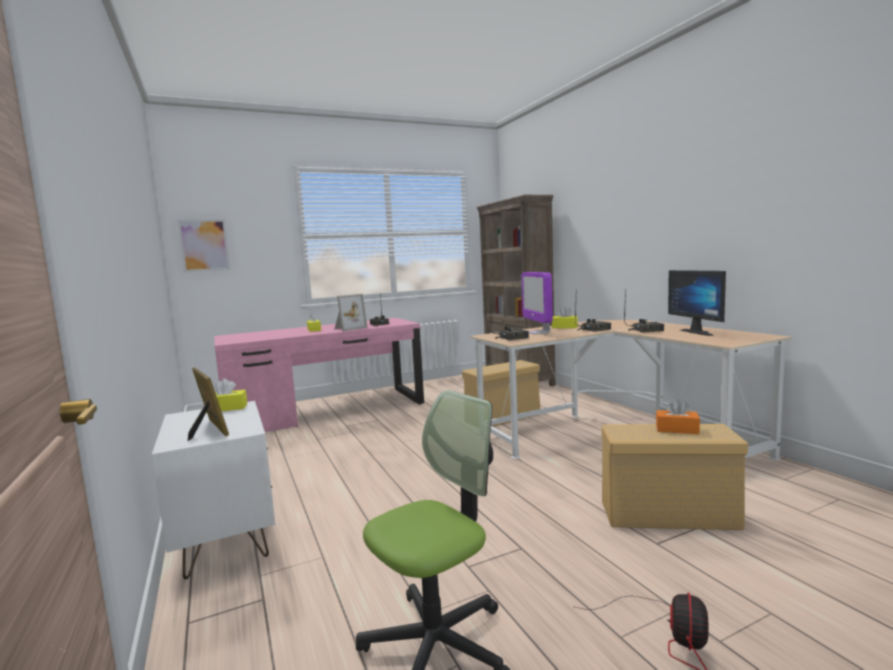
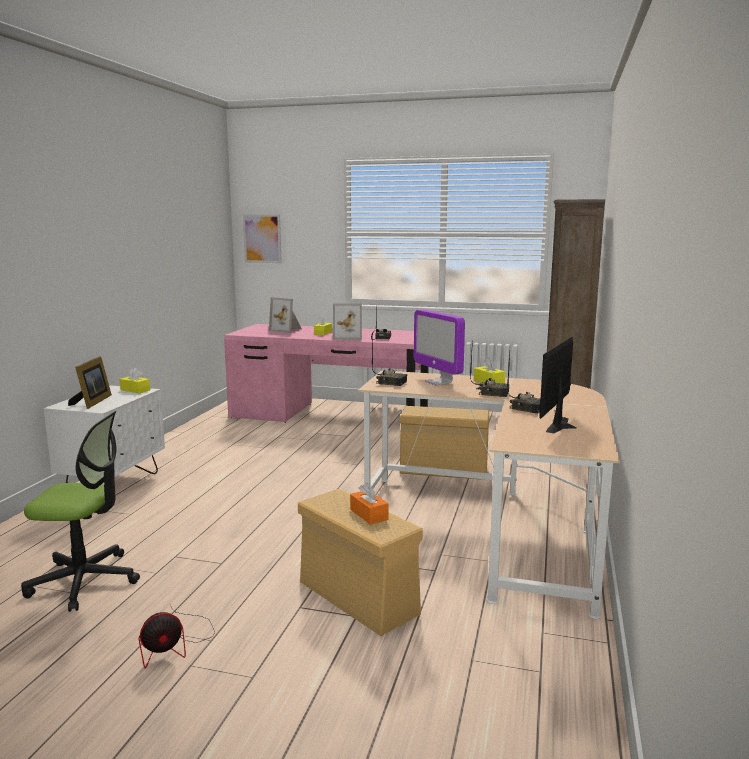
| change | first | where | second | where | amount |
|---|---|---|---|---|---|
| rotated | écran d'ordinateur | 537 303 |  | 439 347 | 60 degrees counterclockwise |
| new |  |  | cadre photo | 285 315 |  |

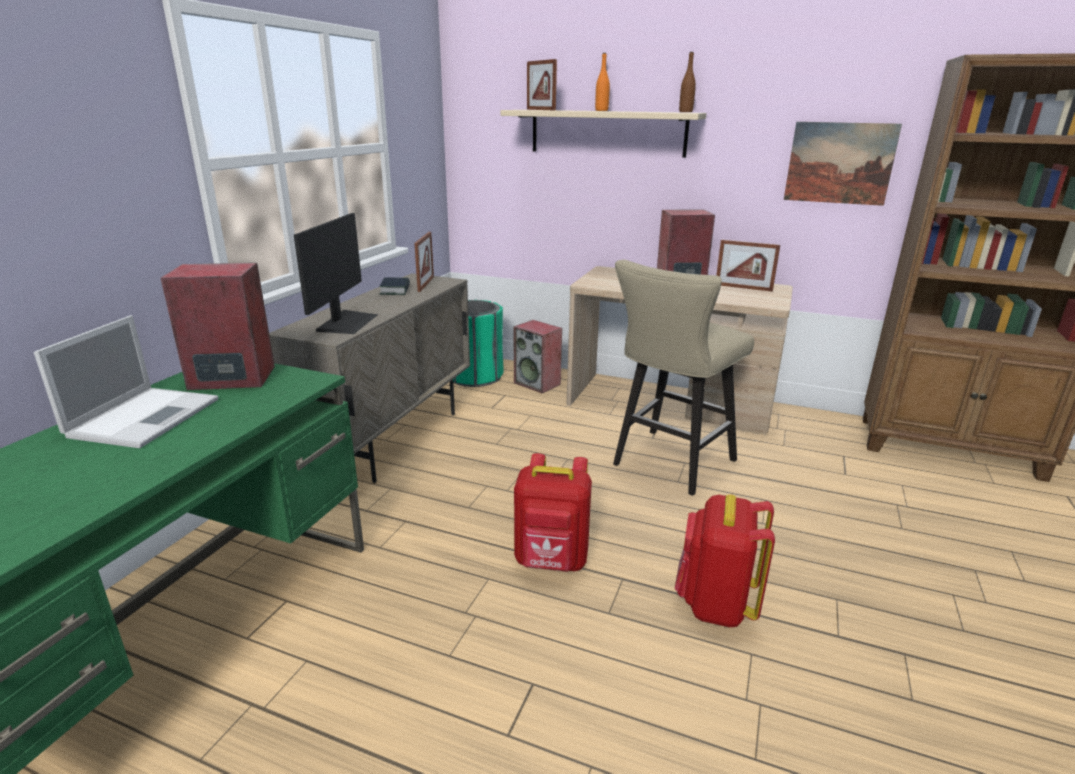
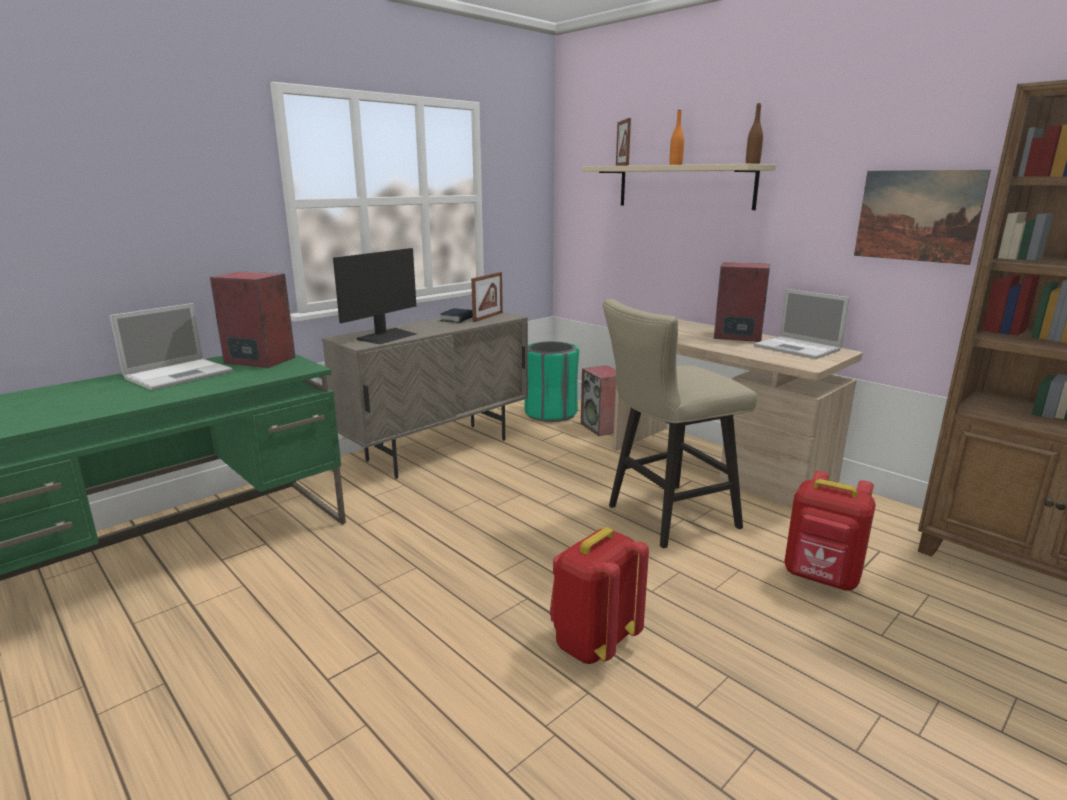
| change | first | where | second | where | amount |
|---|---|---|---|---|---|
| swapped | cadre photo | 748 265 | ordinateur portable | 802 324 |  |
| shifted | sac à dos/rouge | 553 512 |  | 830 530 |  |

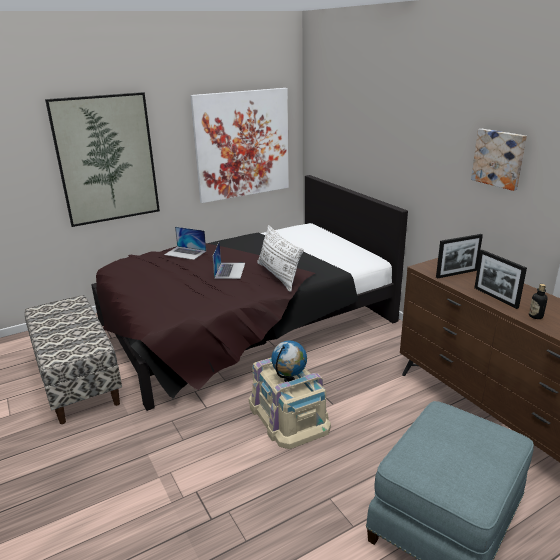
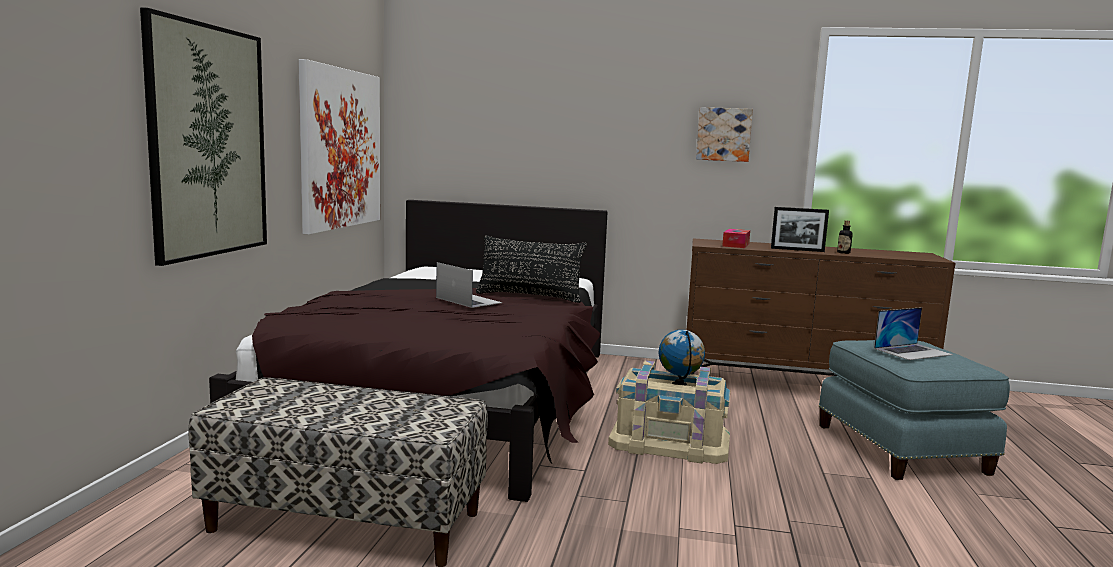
| change | first | where | second | where | amount |
|---|---|---|---|---|---|
| repainted | coussin/blanc | 280 258 | coussin/noir | 531 269 |  |
| shifted | ordinateur portable | 185 243 |  | 913 333 |  |
| swapped | cadre photo | 459 256 | boîte à mouchoirs | 736 238 |  |

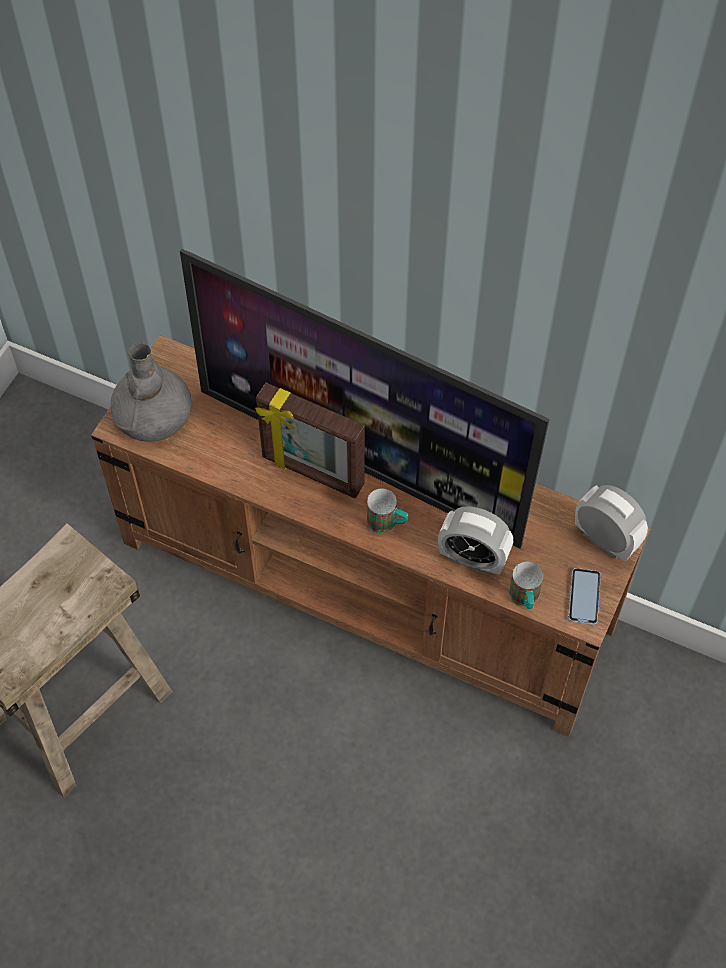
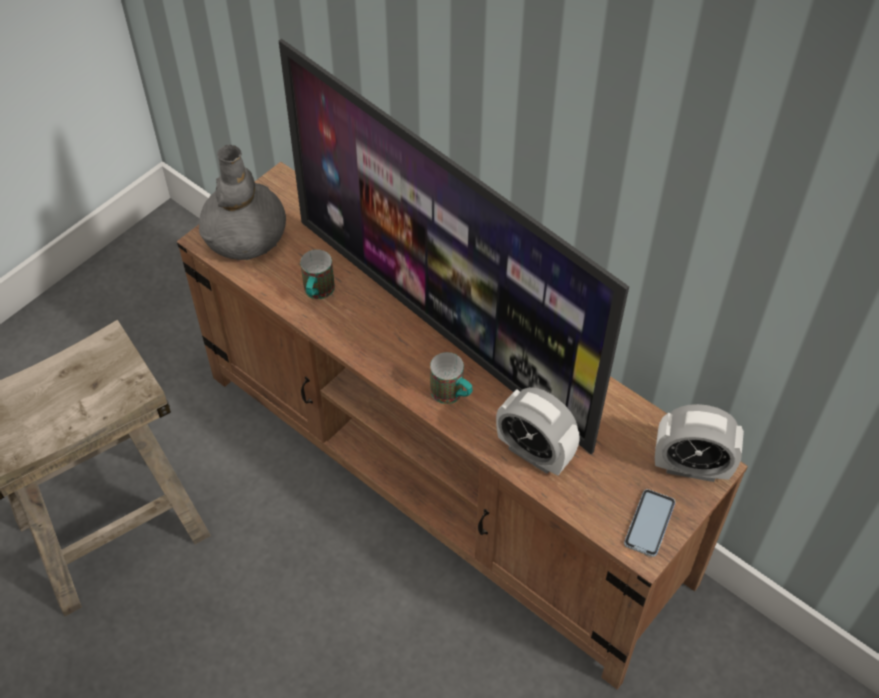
| change | first | where | second | where | amount |
|---|---|---|---|---|---|
| gone | cadre photo | 310 441 |  |  |  |
| rotated | réveil | 611 523 |  | 699 443 | 135 degrees clockwise |
| shifted | mug | 526 585 |  | 317 274 |  |

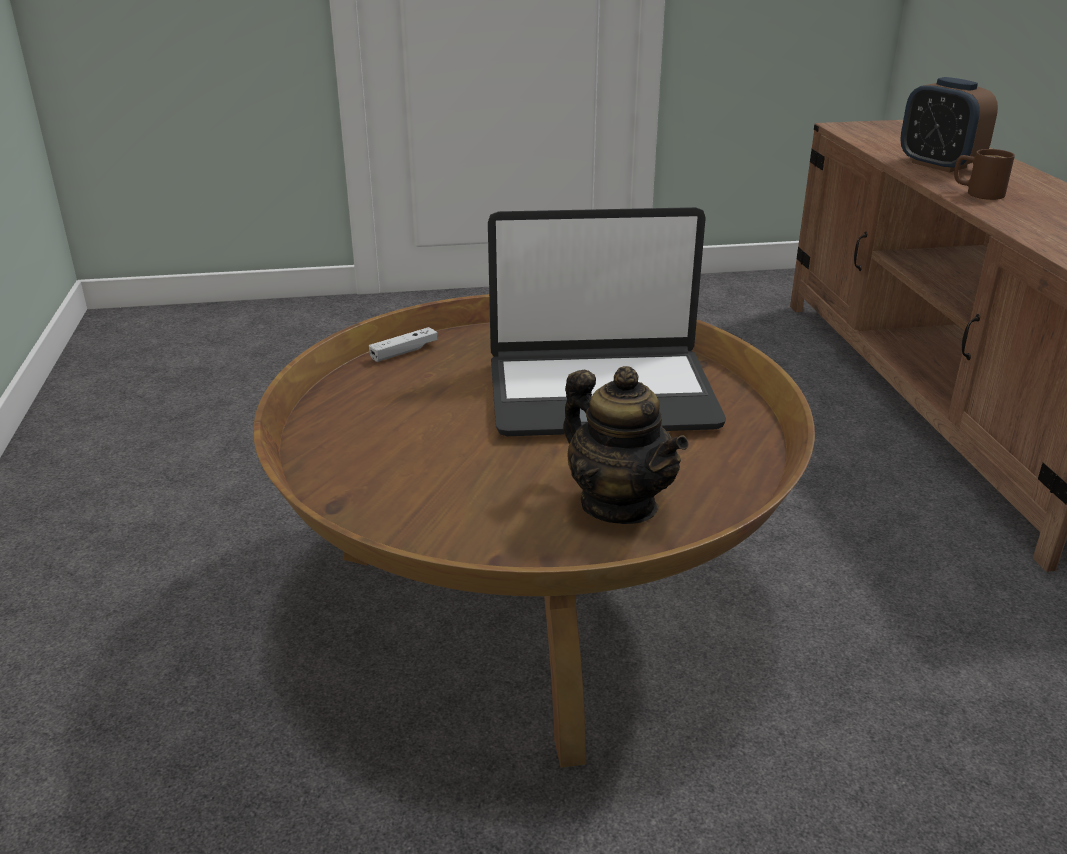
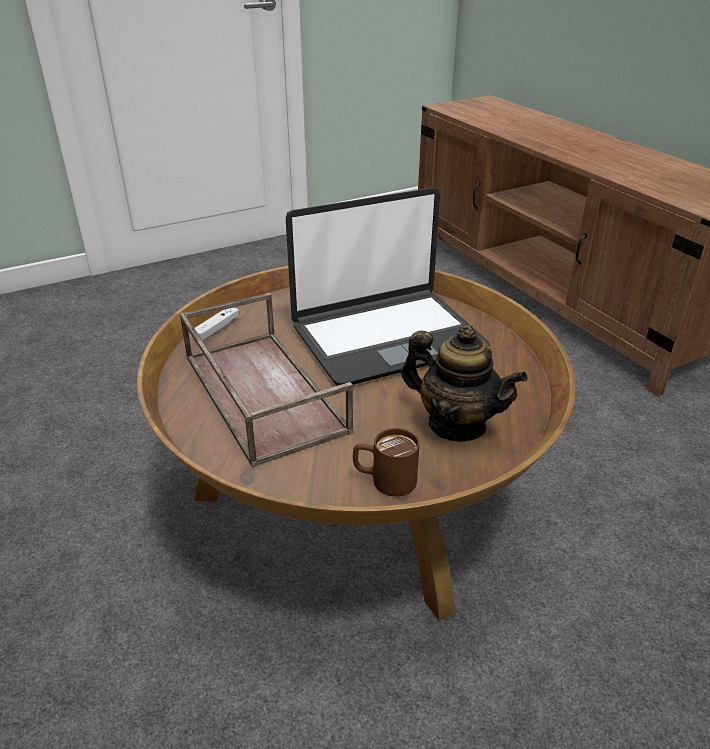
| change | first | where | second | where | amount |
|---|---|---|---|---|---|
| gone | réveil | 949 125 |  |  |  |
| shifted | mug/marron | 984 174 |  | 386 462 |  |
| new |  |  | plateau/marron | 266 380 |  |

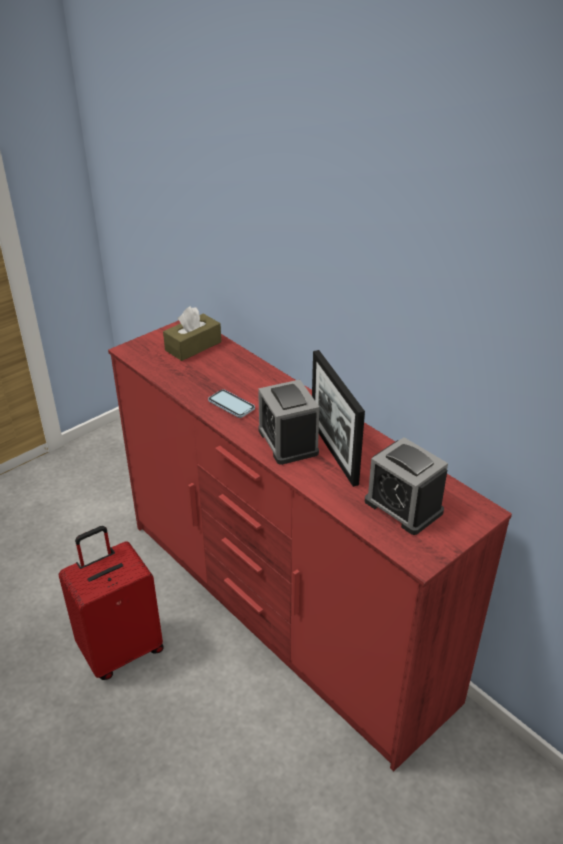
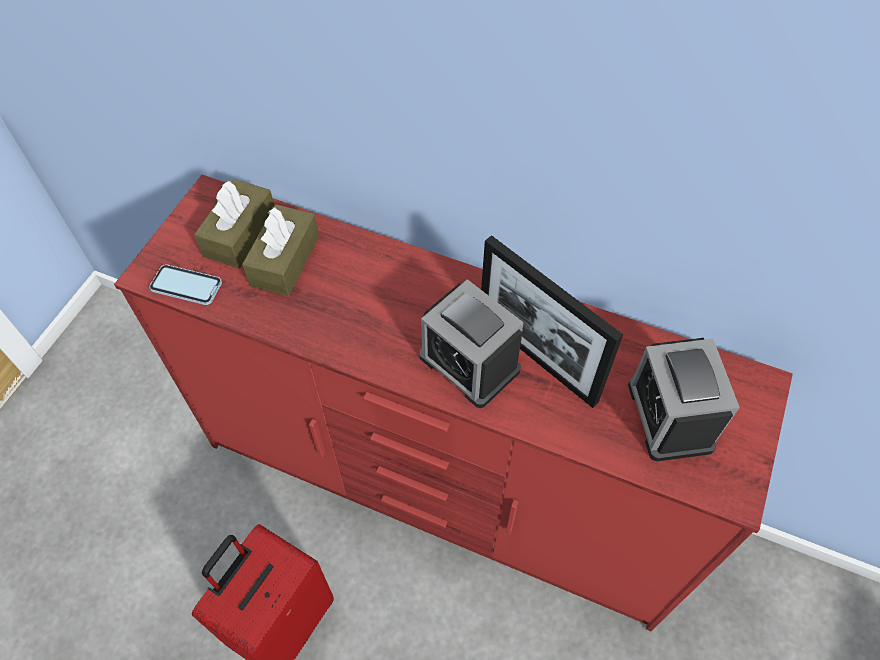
| change | first | where | second | where | amount |
|---|---|---|---|---|---|
| shifted | téléphone | 231 404 |  | 185 284 |  |
| rotated | réveil | 406 486 |  | 684 400 | 60 degrees clockwise |
| new |  |  | boîte à mouchoirs/marron | 280 250 |  |

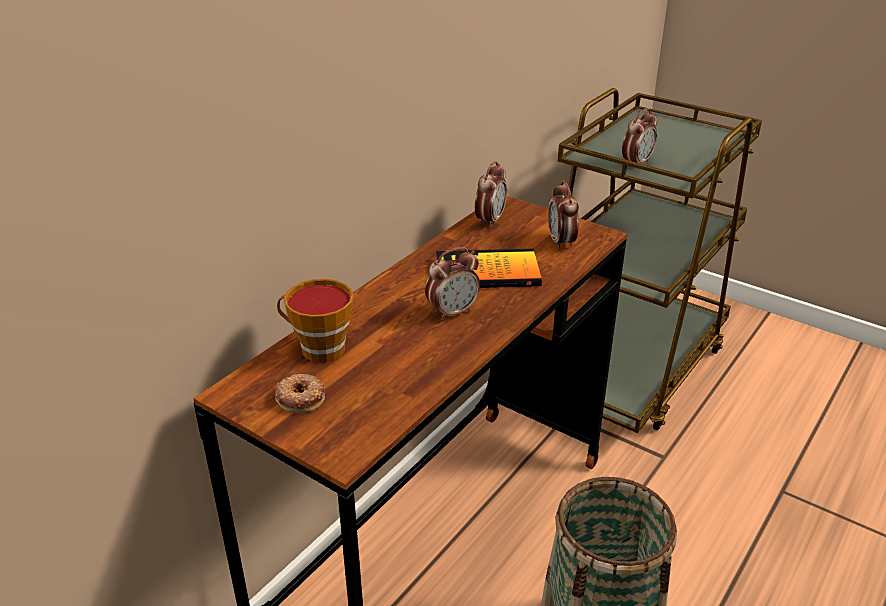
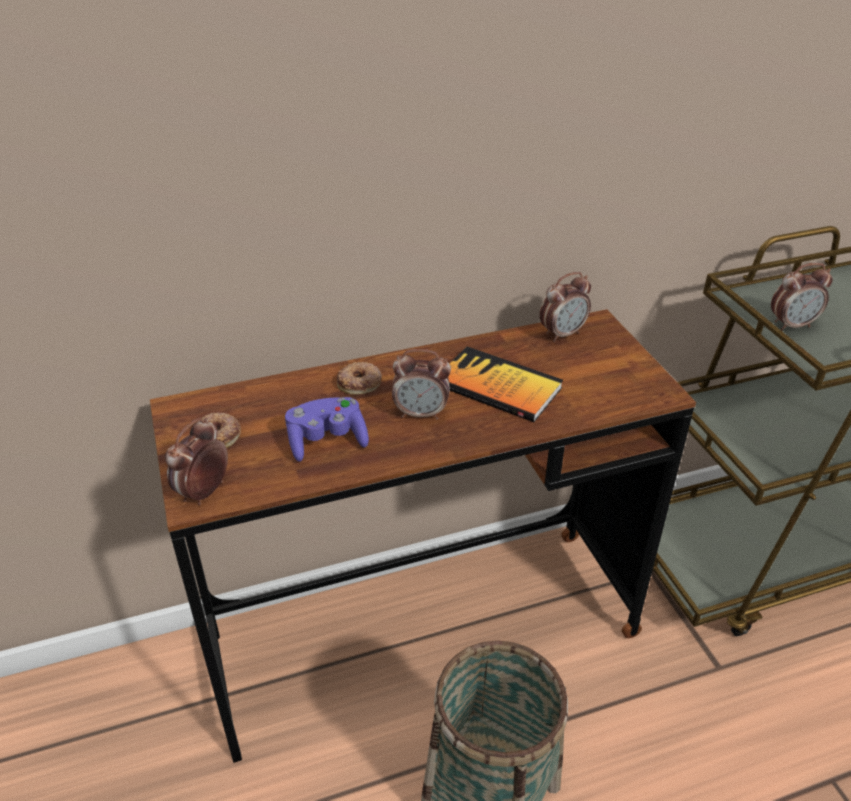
| change | first | where | second | where | amount |
|---|---|---|---|---|---|
| shifted | réveil | 563 215 |  | 196 461 |  |
| gone | tasse | 315 321 |  |  |  |
| new |  |  | beignet | 359 378 |  |
| new |  |  | manette/violet | 327 429 |  |

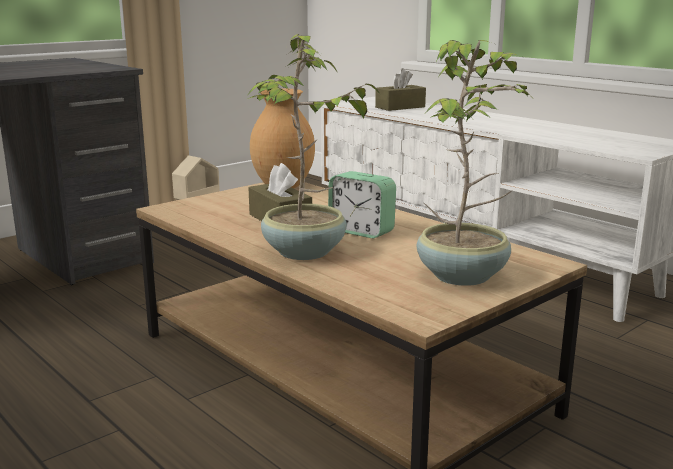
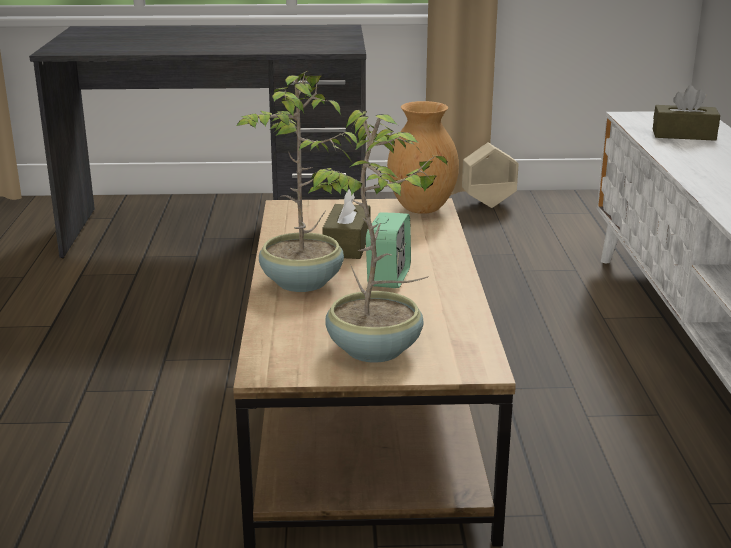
| change | first | where | second | where | amount |
|---|---|---|---|---|---|
| rotated | réveil | 362 205 |  | 388 250 | 150 degrees counterclockwise |

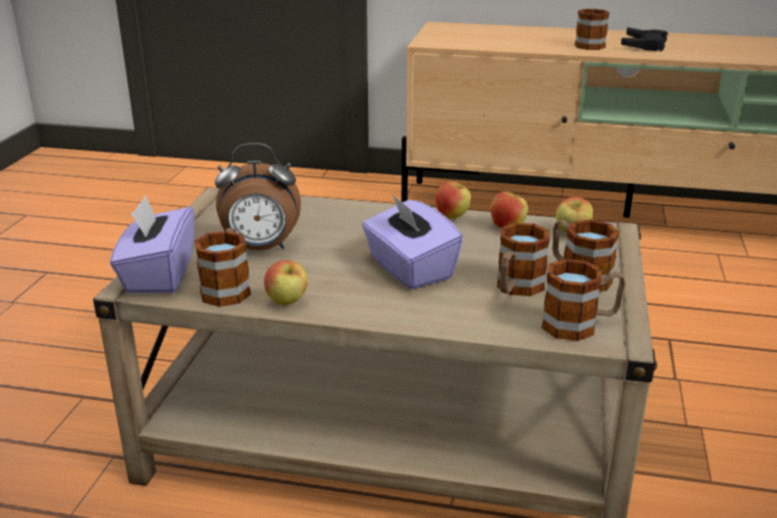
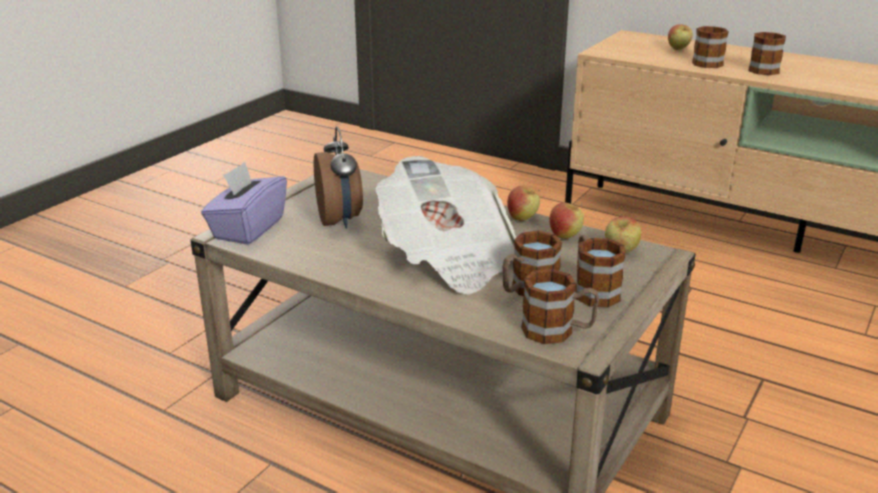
| change | first | where | second | where | amount |
|---|---|---|---|---|---|
| gone | manette/noir | 644 39 |  |  |  |
| rotated | réveil | 258 196 |  | 338 177 | 120 degrees counterclockwise |
| swapped | boîte à mouchoirs/violet | 412 241 | journal | 445 225 |  |
| shifted | mug | 222 267 |  | 710 47 |  |
| shifted | pomme | 286 282 |  | 680 37 |  |

